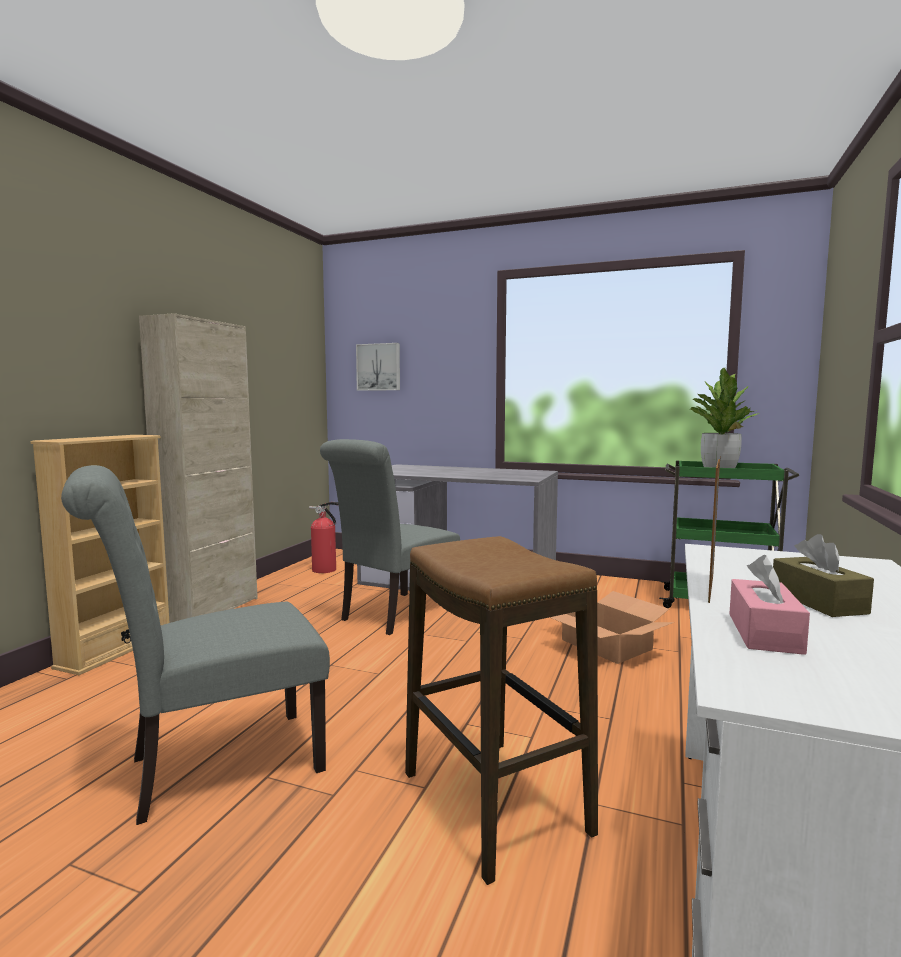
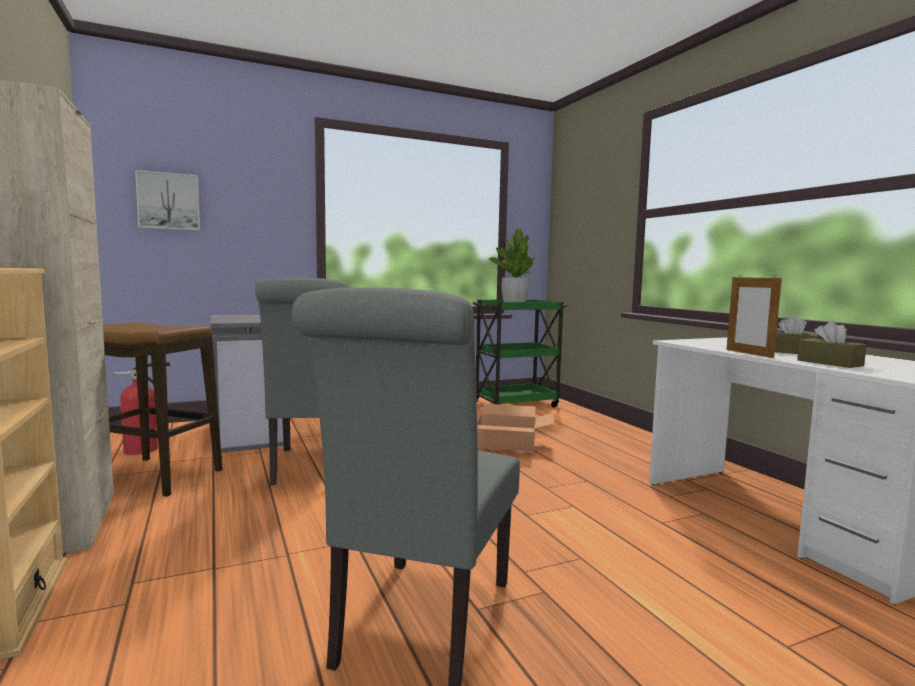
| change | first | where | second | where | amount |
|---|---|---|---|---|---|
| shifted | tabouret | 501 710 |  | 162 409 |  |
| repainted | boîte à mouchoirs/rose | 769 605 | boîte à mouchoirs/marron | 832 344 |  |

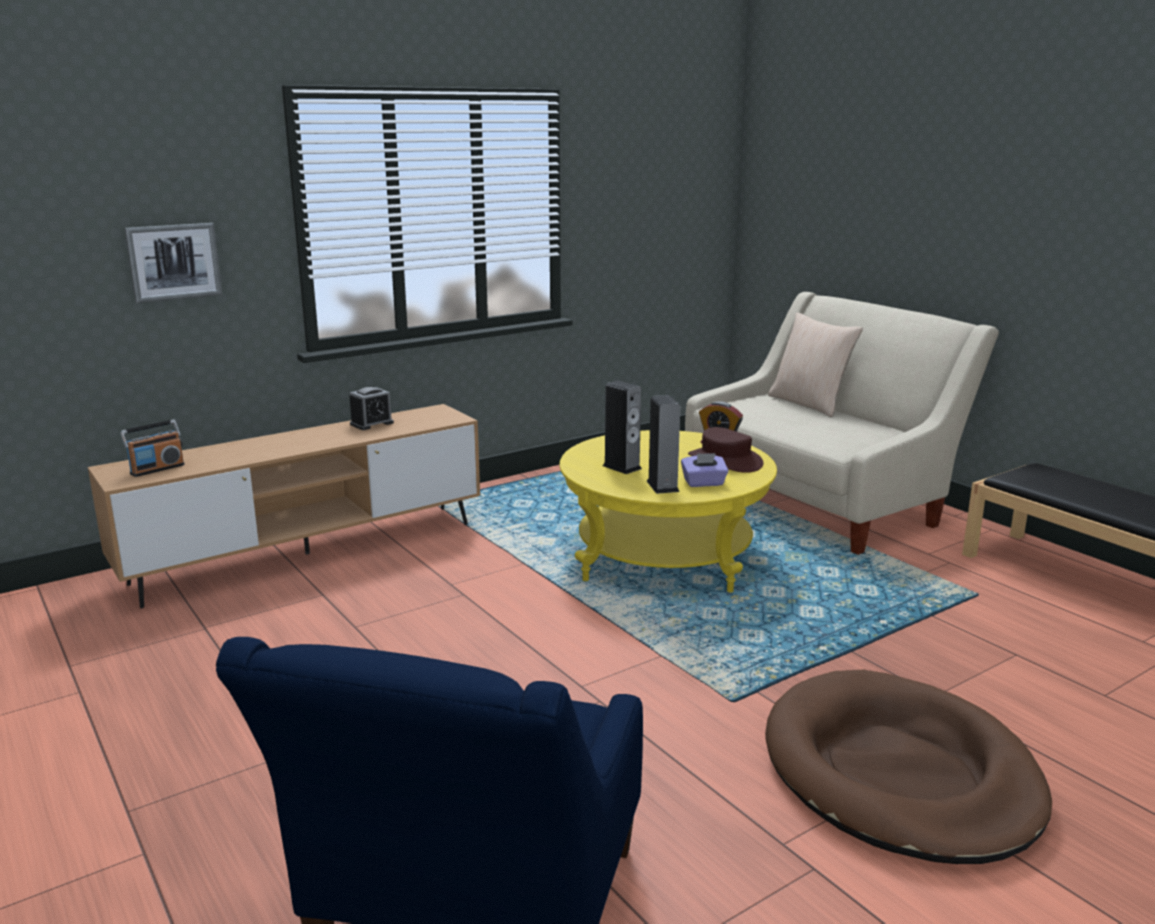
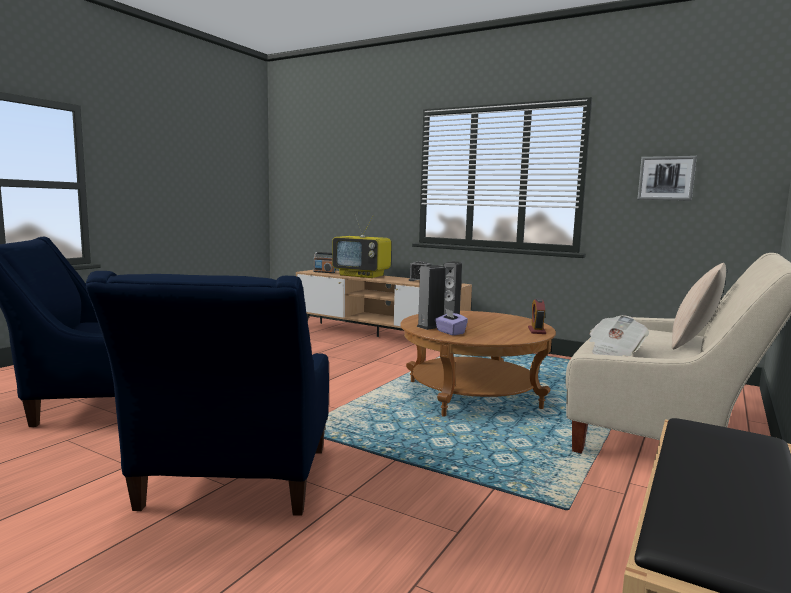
| change | first | where | second | where | amount |
|---|---|---|---|---|---|
| shifted | tableau | 173 263 |  | 667 178 |  |
| gone | chapeau/marron | 725 450 |  |  |  |
| repainted | table basse/jaune | 668 511 | table basse/marron | 478 364 |  |
| swapped | panier pour chien/marron | 908 767 | fauteuil/bleu | 207 393 |  |
| new |  |  | téléviseur | 361 246 |  |
| new |  |  | journal | 619 336 |  |

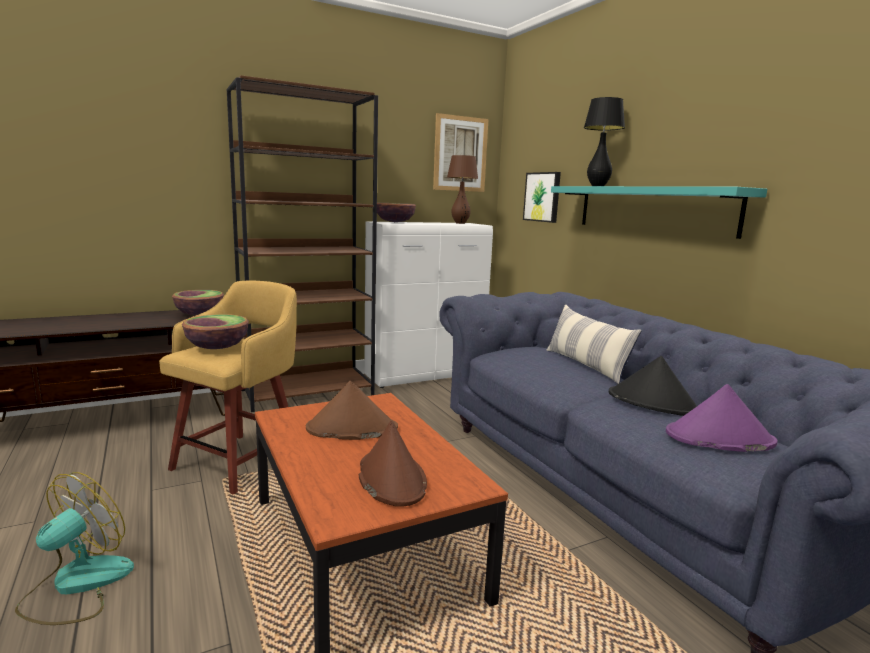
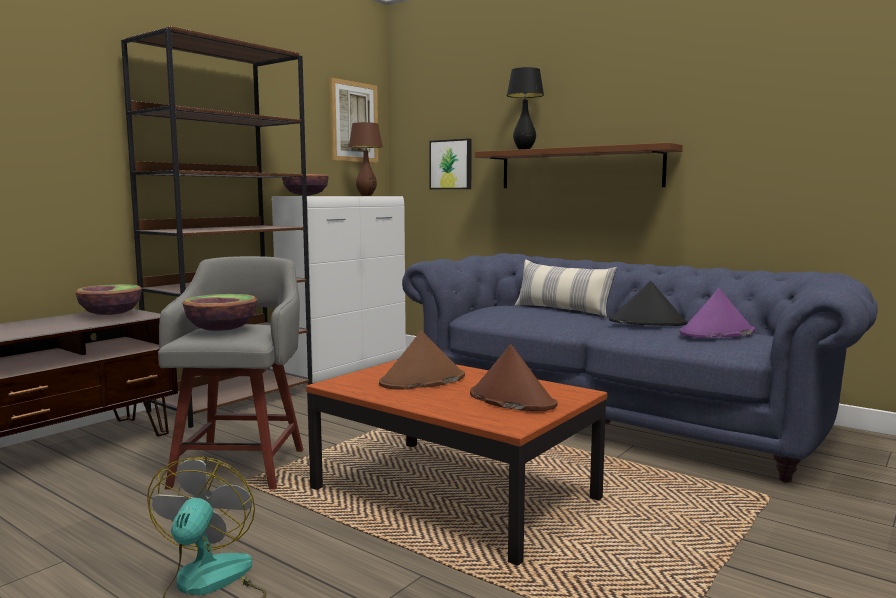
| change | first | where | second | where | amount |
|---|---|---|---|---|---|
| repainted | étagère/turquoise | 659 212 | étagère/marron | 579 165 |  |
| repainted | tabouret/jaune | 228 387 | tabouret/gris | 230 373 |  |

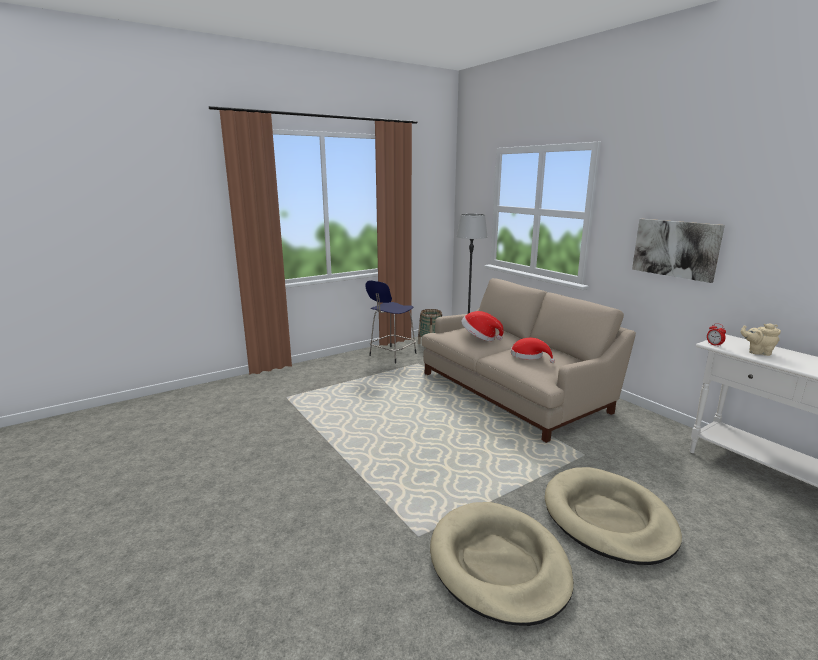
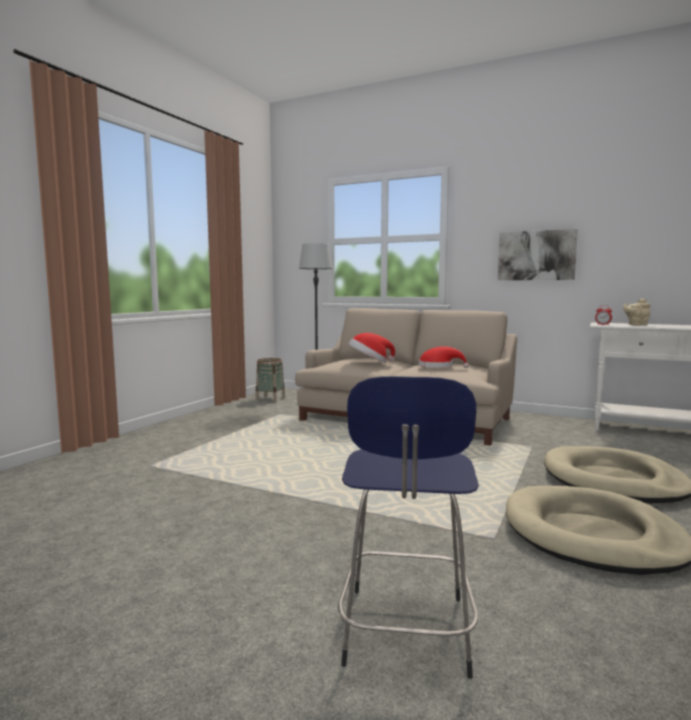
| change | first | where | second | where | amount |
|---|---|---|---|---|---|
| shifted | tabouret/bleu | 390 321 |  | 408 527 |  |

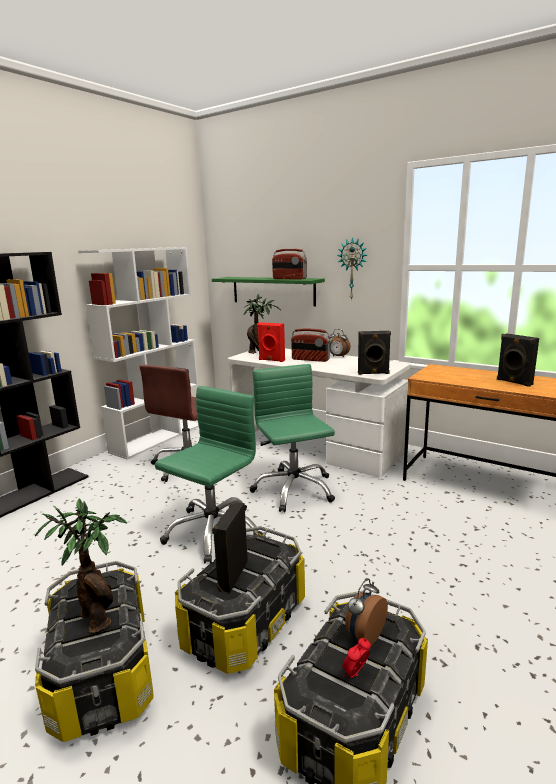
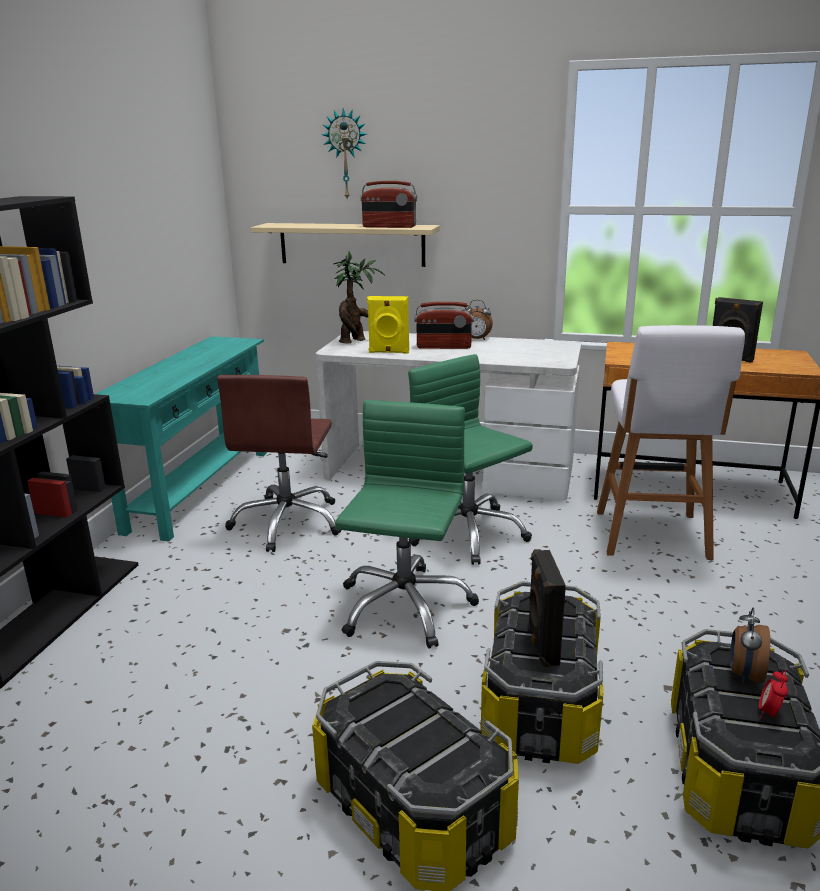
| change | first | where | second | where | amount |
|---|---|---|---|---|---|
| shifted | horloge murale | 352 268 |  | 344 154 |  |
| swapped | bibliothèque/blanc | 138 353 | table console/turquoise | 181 439 |  |
| repainted | étagère/vert | 268 291 | étagère/beige | 345 245 |  |
| repainted | enceinte/rouge | 271 342 | enceinte/jaune | 388 325 |  |
| gone | enceinte/noir | 374 353 |  |  |  |
| gone | plante en pot | 81 566 |  |  |  |
| new |  |  | tabouret/blanc | 671 442 |  |

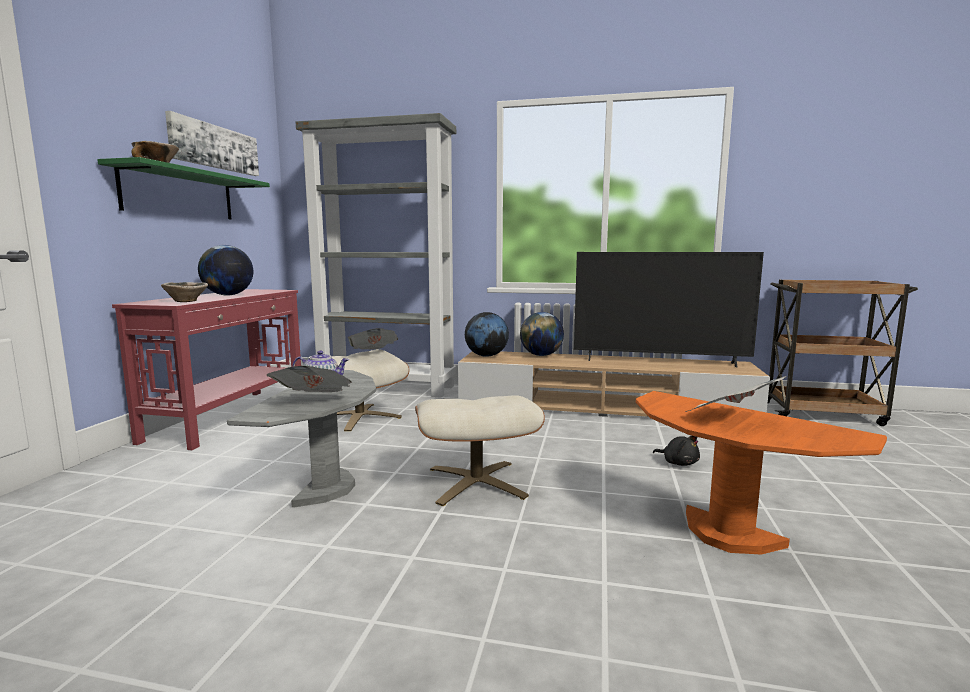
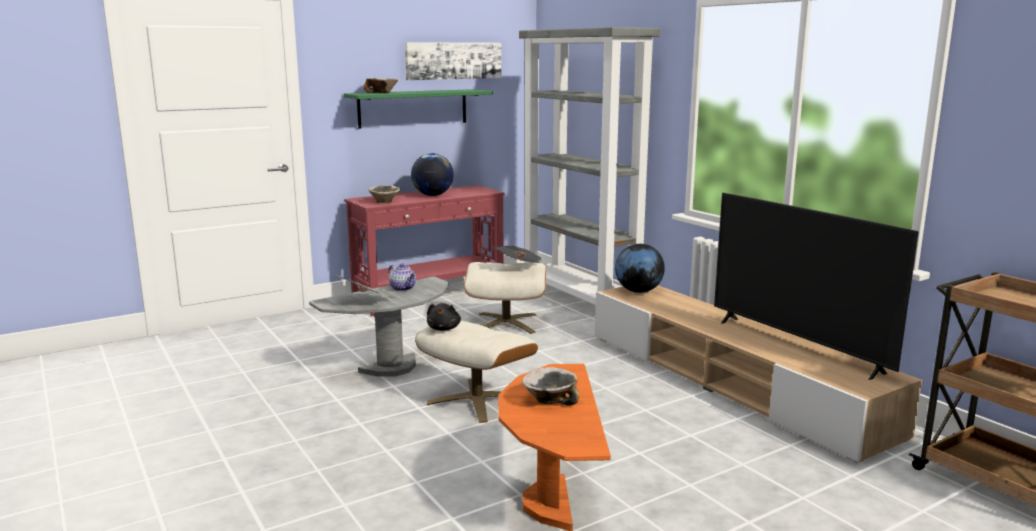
| change | first | where | second | where | amount |
|---|---|---|---|---|---|
| gone | globe | 542 334 |  |  |  |
| swapped | journal | 736 394 | bol | 550 386 |  |
| shifted | peluche/noir | 676 451 |  | 444 317 |  |

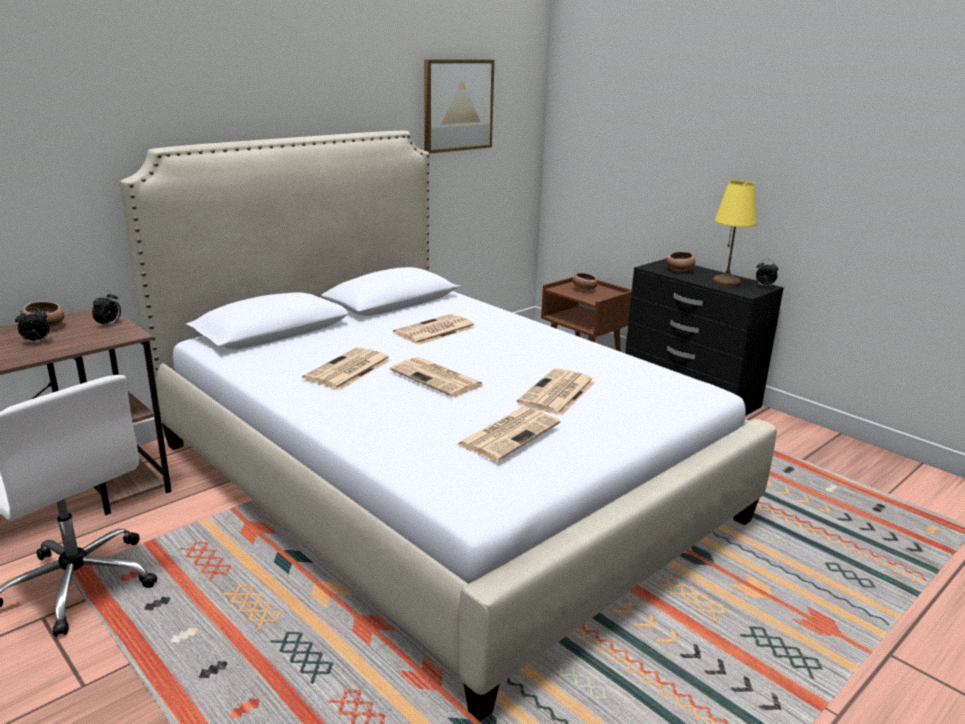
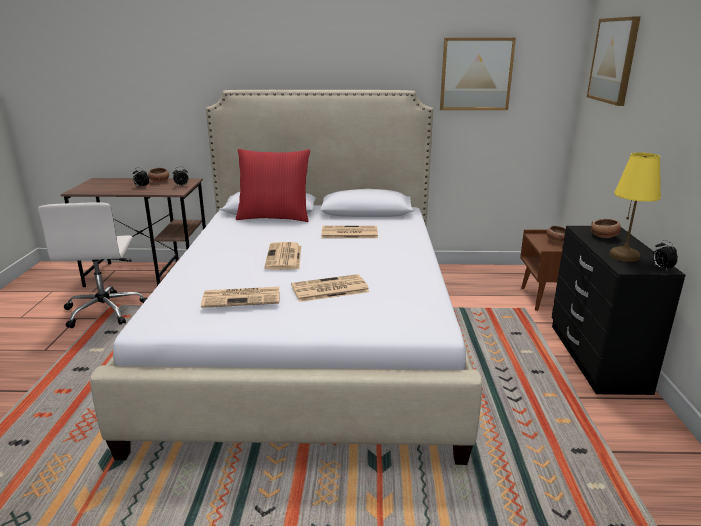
| change | first | where | second | where | amount |
|---|---|---|---|---|---|
| gone | journal | 346 368 |  |  |  |
| new |  |  | tableau | 614 61 |  |
| new |  |  | coussin/rouge | 273 185 |  |

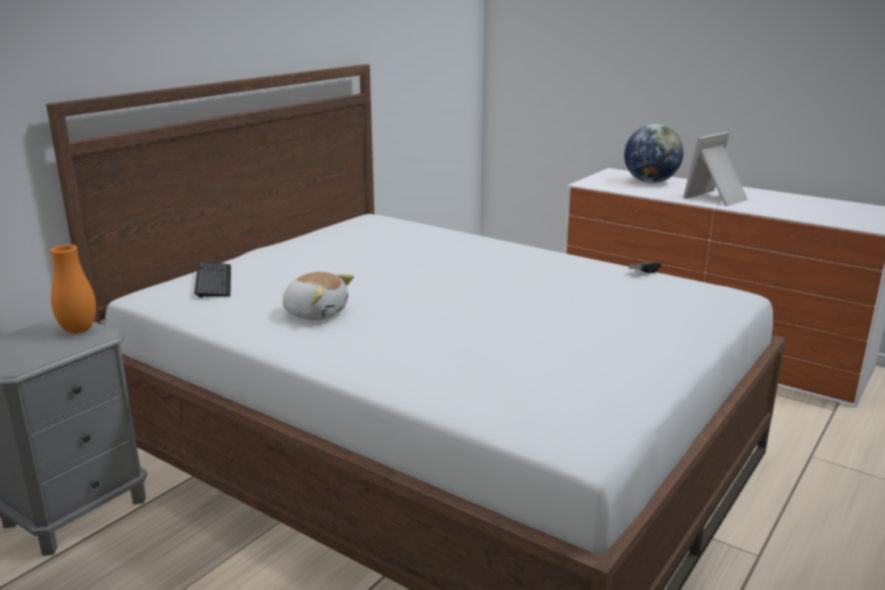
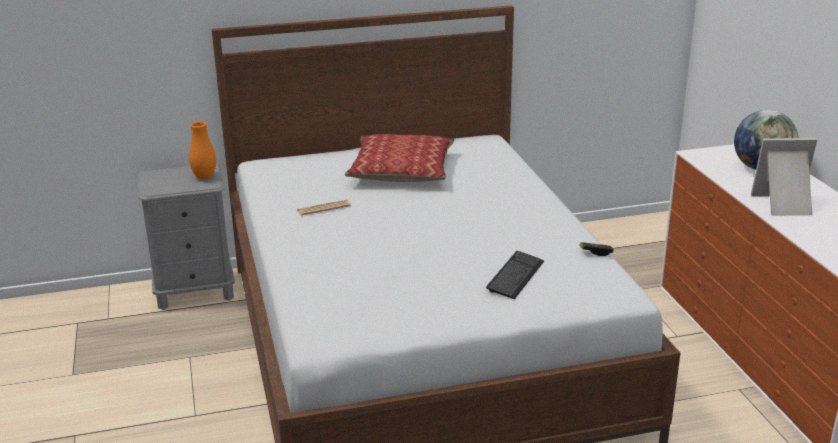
| change | first | where | second | where | amount |
|---|---|---|---|---|---|
| shifted | clavier | 212 280 |  | 515 275 |  |
| swapped | peluche | 318 296 | journal | 324 207 |  |
| new |  |  | coussin | 400 158 |  |

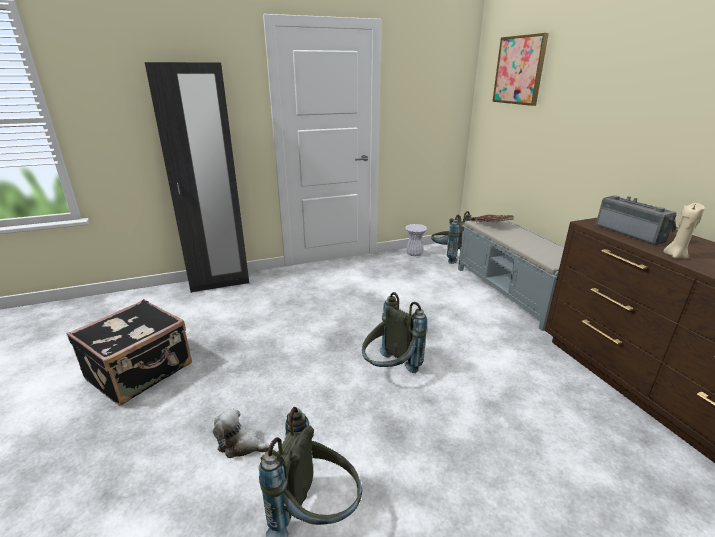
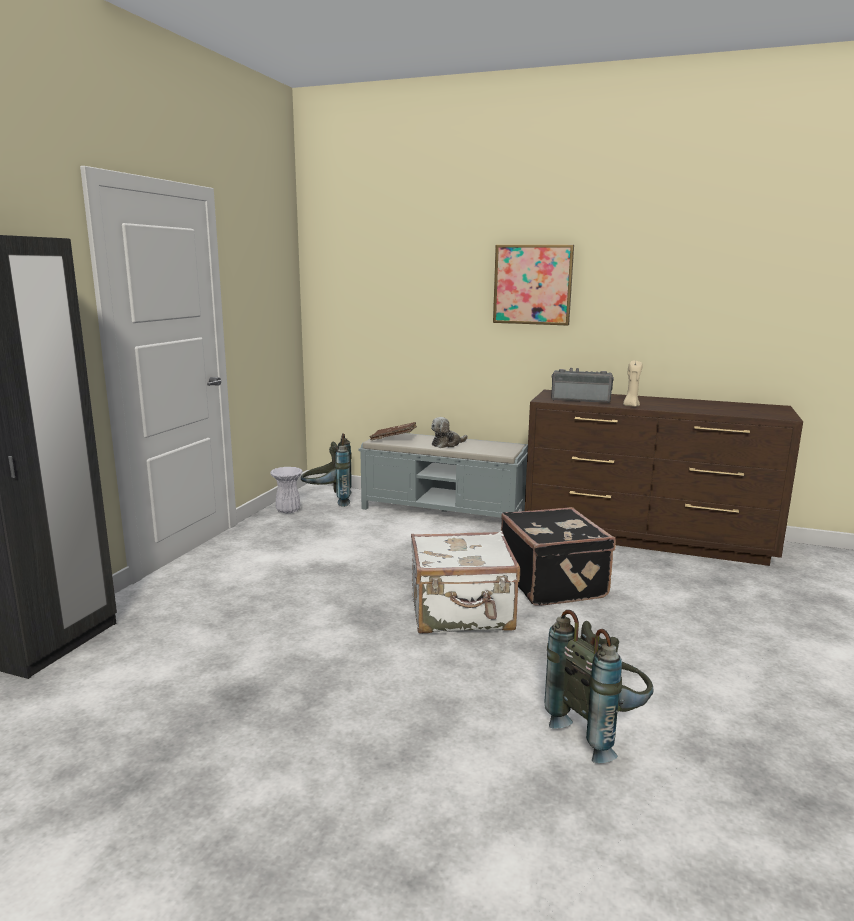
| change | first | where | second | where | amount |
|---|---|---|---|---|---|
| shifted | tableau | 520 69 |  | 533 285 |  |
| swapped | sac à dos/gris | 394 332 | valise/blanc | 465 582 |  |
| shifted | valise/noir | 129 352 |  | 558 556 |  |
| shifted | peluche | 241 433 |  | 449 432 |  |

